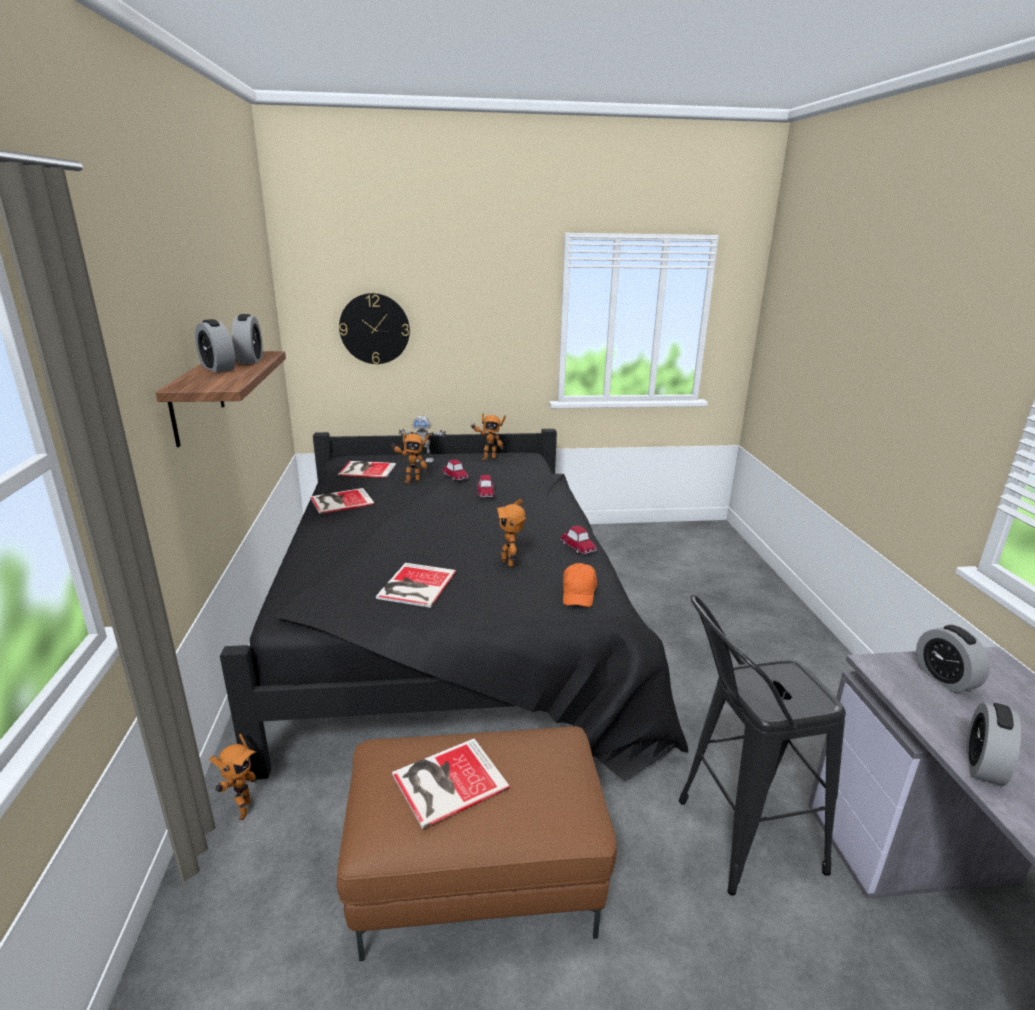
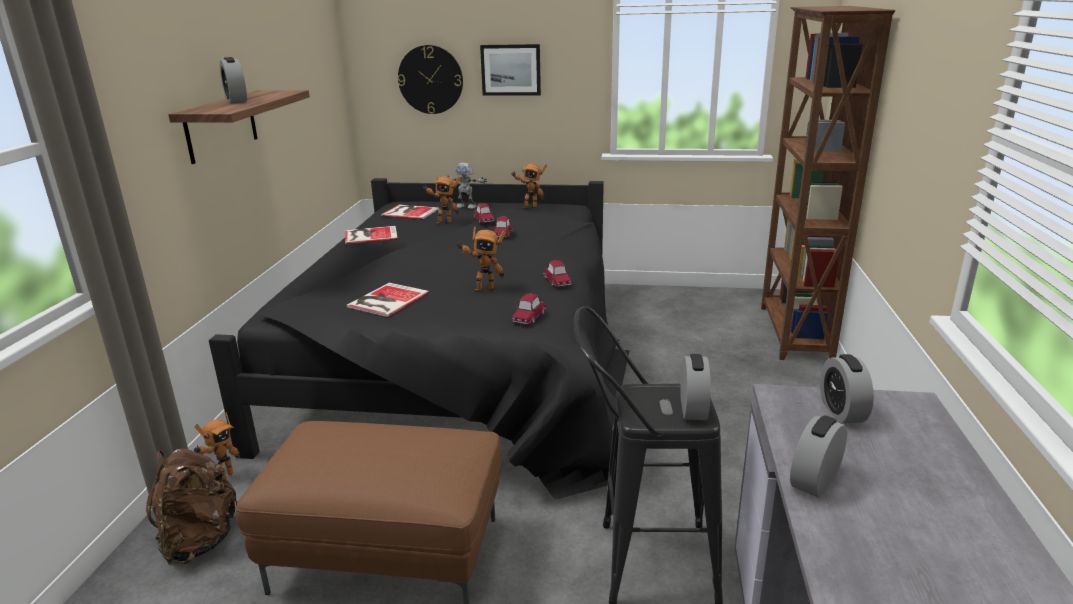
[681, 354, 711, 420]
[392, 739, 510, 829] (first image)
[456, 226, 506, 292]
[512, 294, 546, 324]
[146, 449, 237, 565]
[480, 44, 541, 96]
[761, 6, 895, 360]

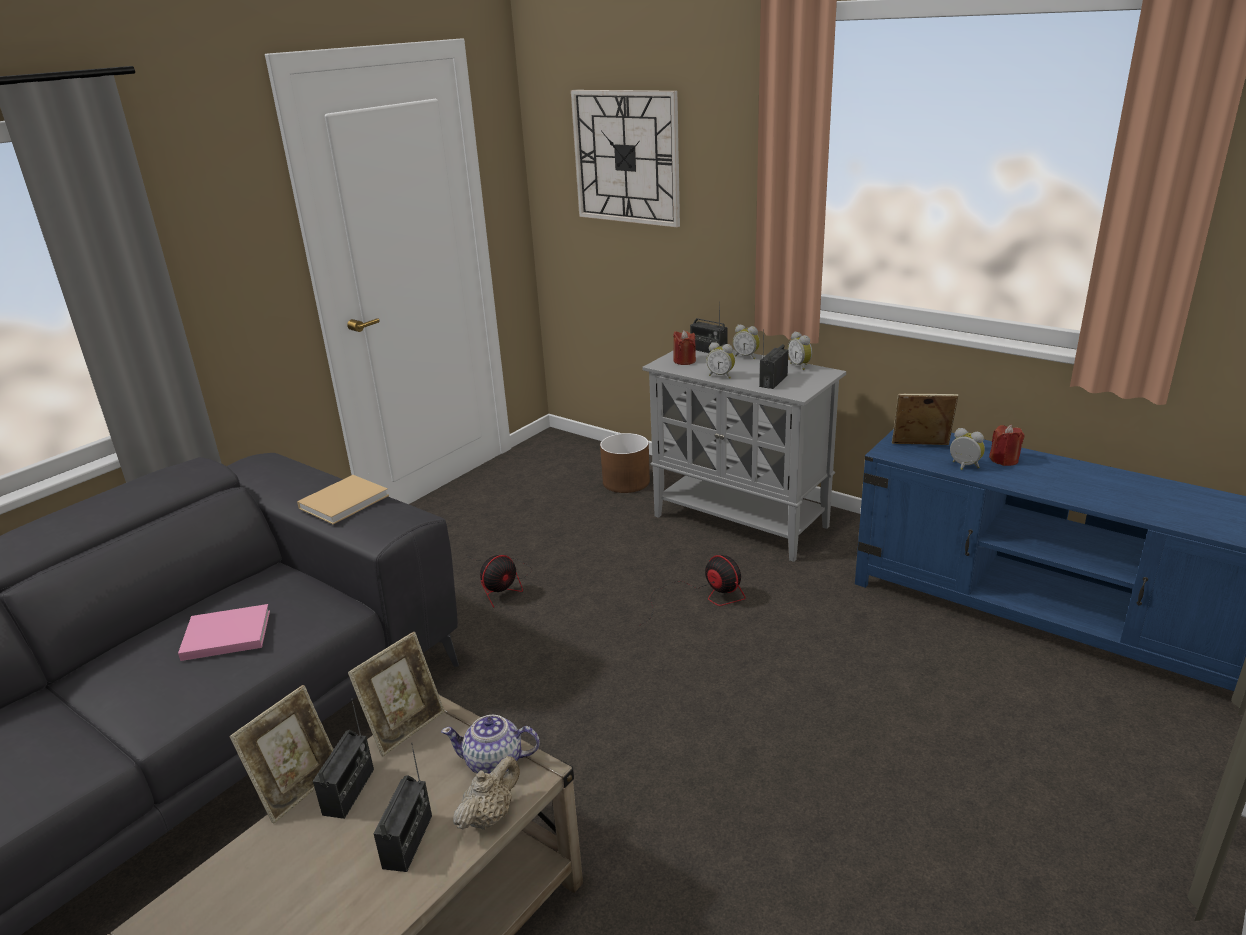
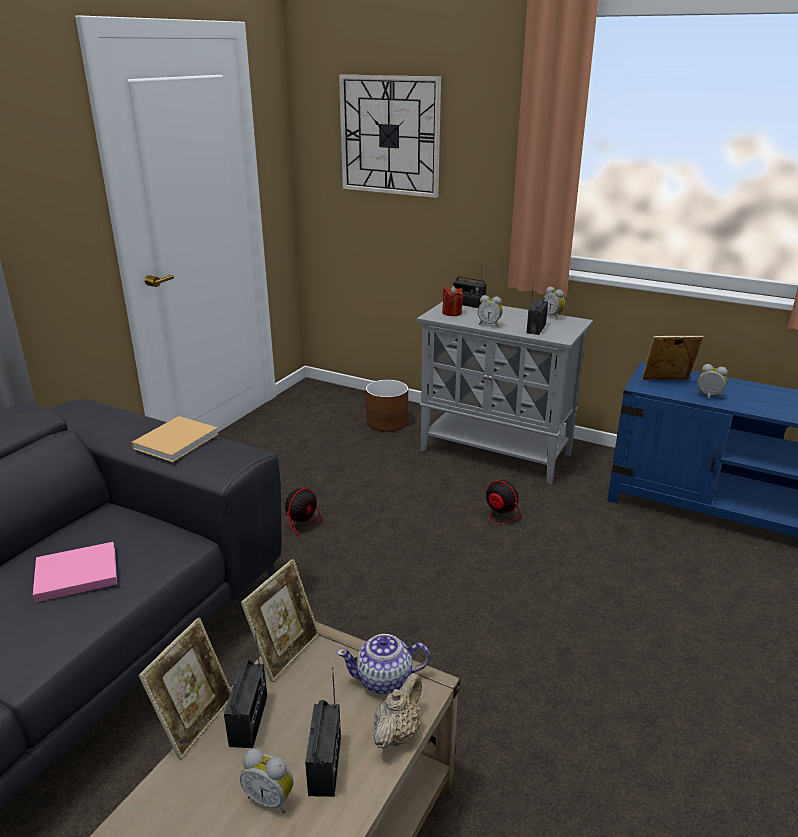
[240, 749, 293, 814]
[989, 425, 1024, 466] (first image)

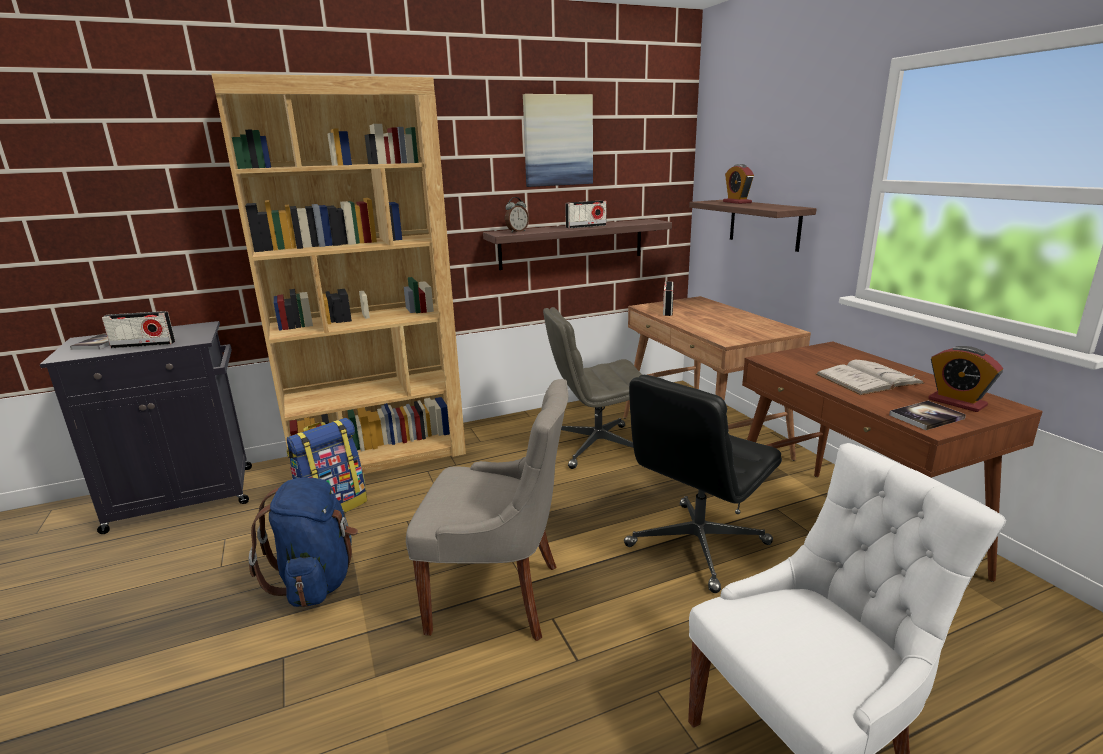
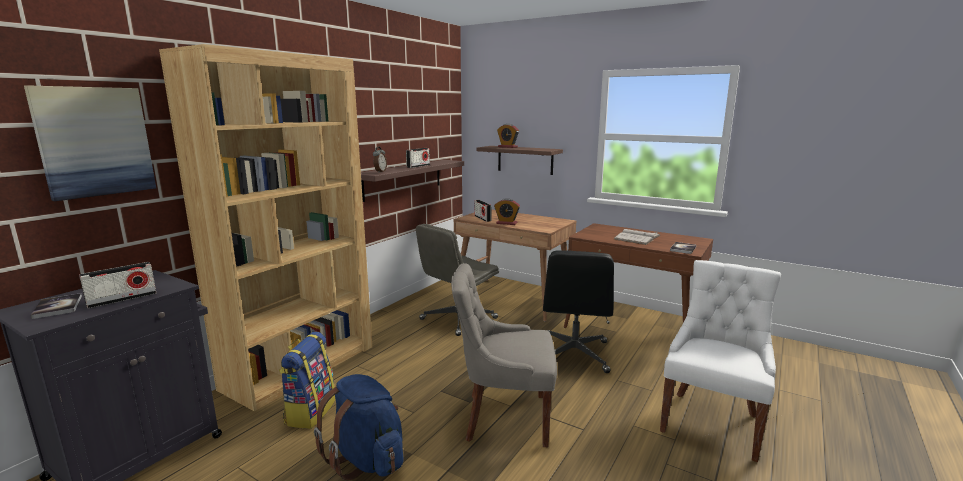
[451, 263, 557, 447]
[24, 85, 156, 201]
[494, 198, 520, 225]

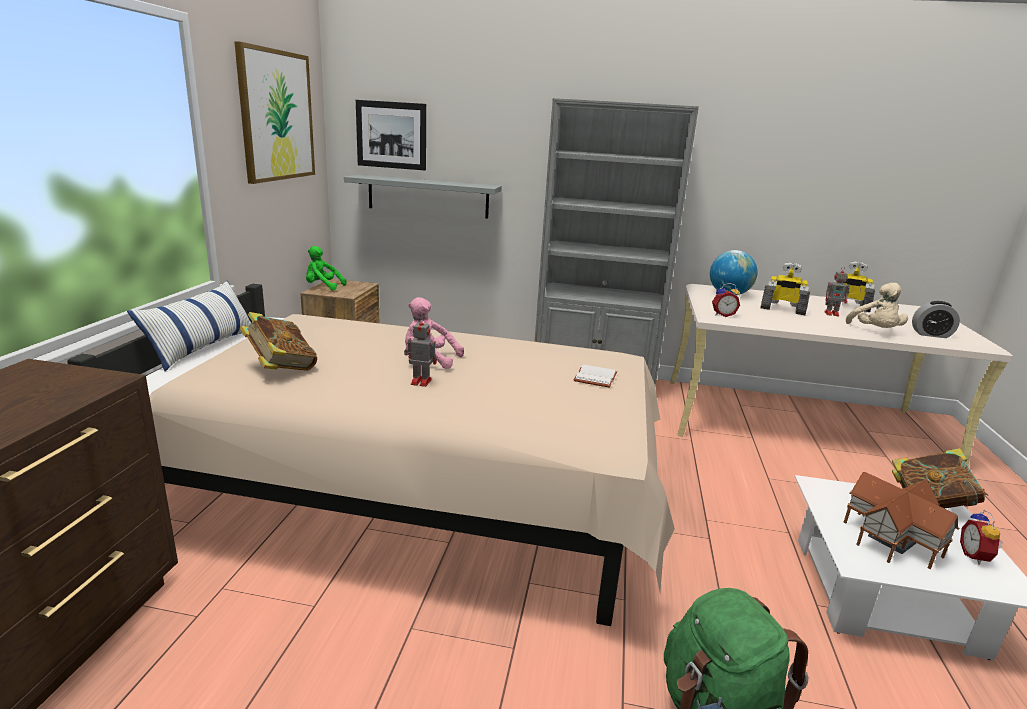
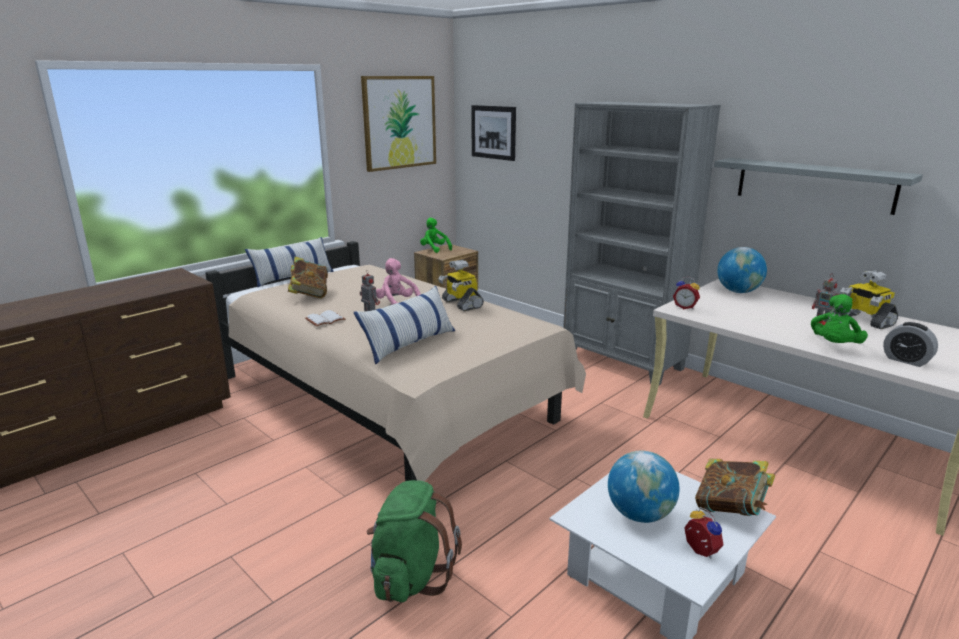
[714, 158, 923, 215]
[305, 310, 345, 326]
[438, 260, 484, 311]
[608, 450, 680, 523]
[811, 294, 868, 344]
[684, 507, 724, 559]
[353, 286, 455, 364]

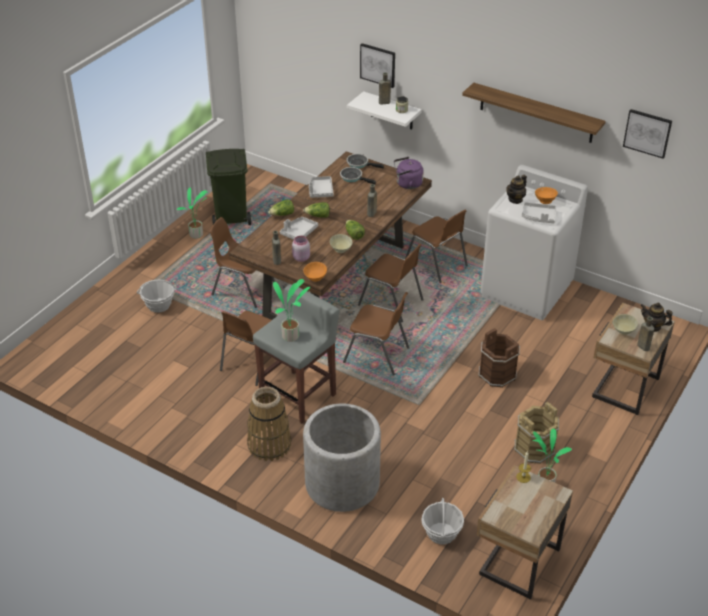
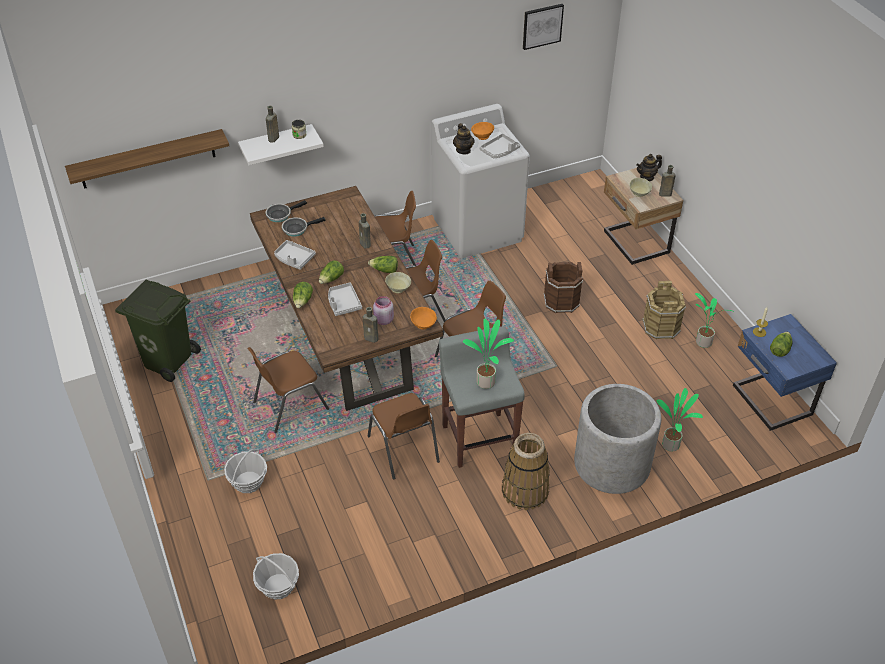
[657, 388, 703, 451]
[360, 43, 395, 88] (first image)
[394, 157, 424, 189] (first image)
[253, 553, 299, 599]
[65, 129, 229, 189]
[733, 314, 837, 431]
[770, 332, 792, 357]

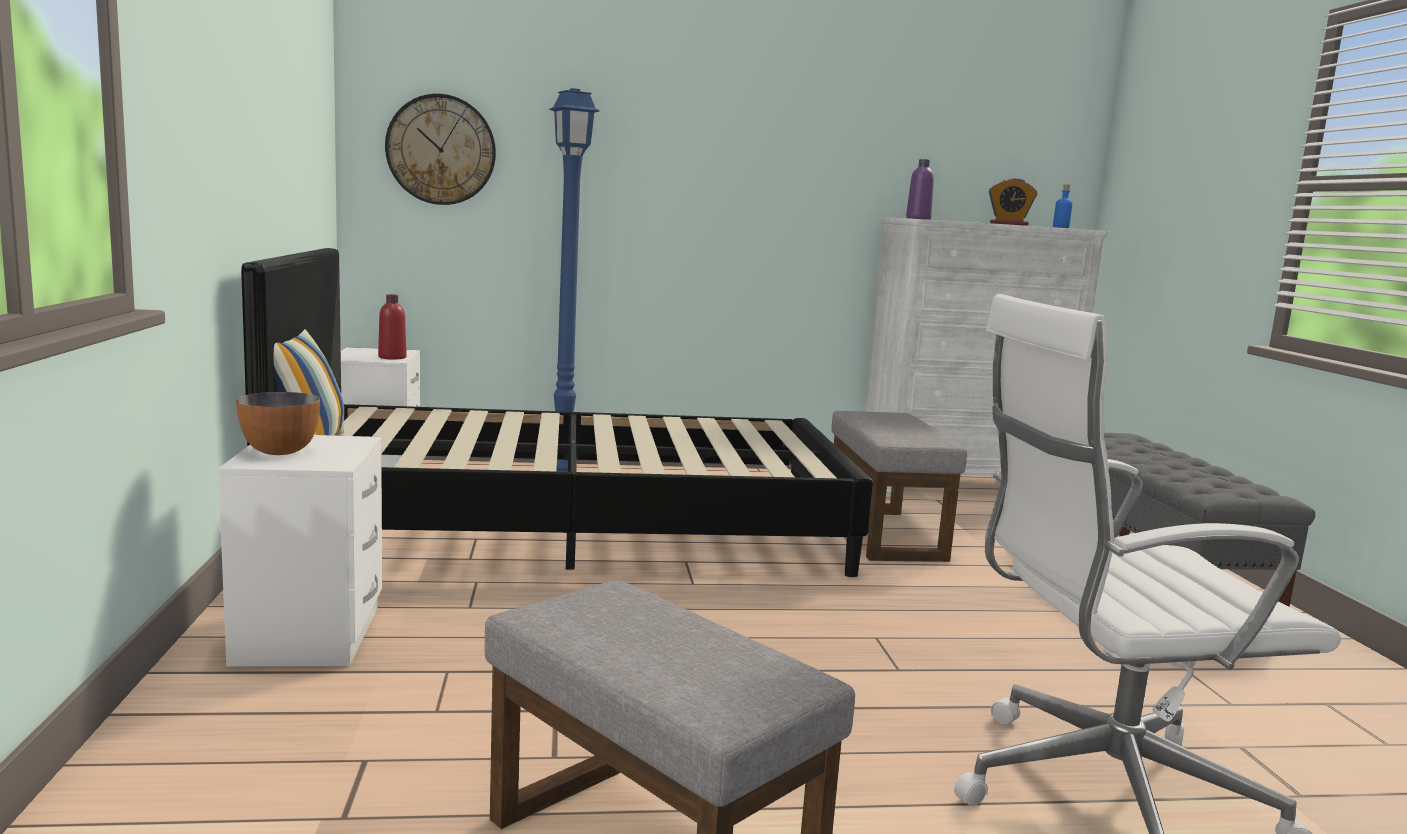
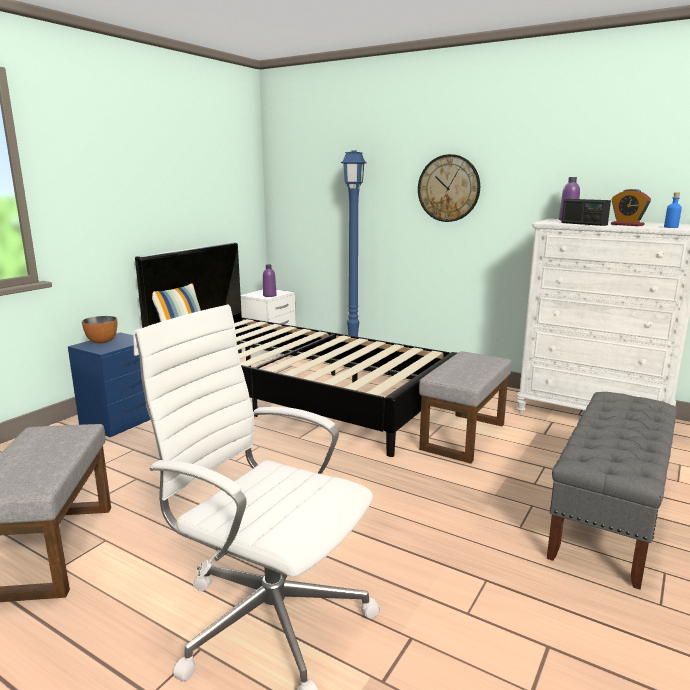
[68, 332, 151, 437]
[263, 264, 277, 297]
[418, 154, 480, 222]
[561, 199, 611, 226]

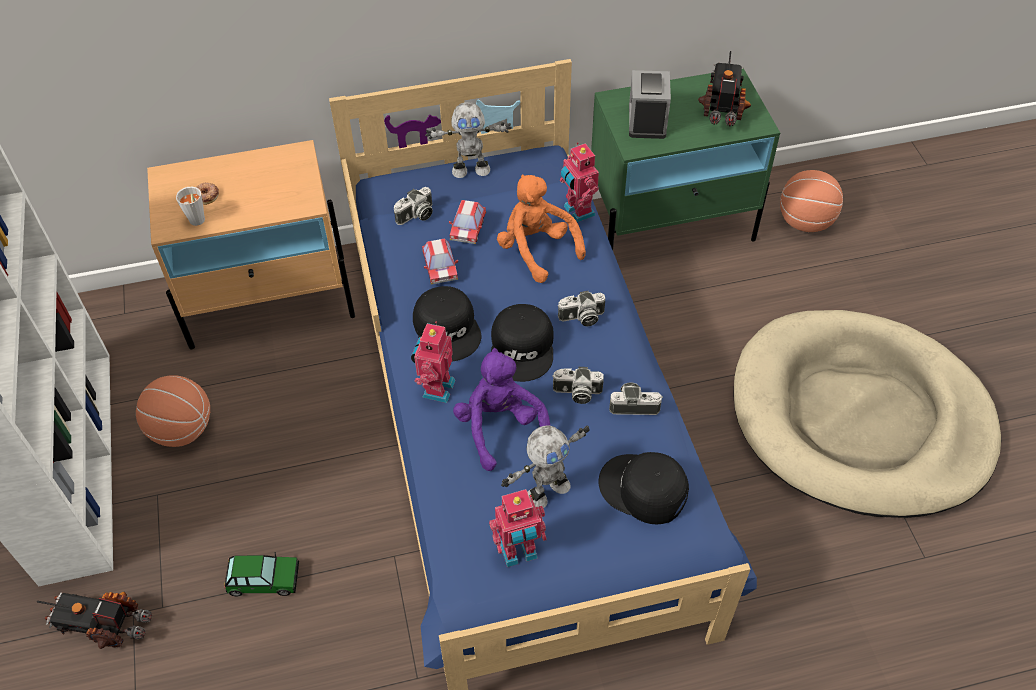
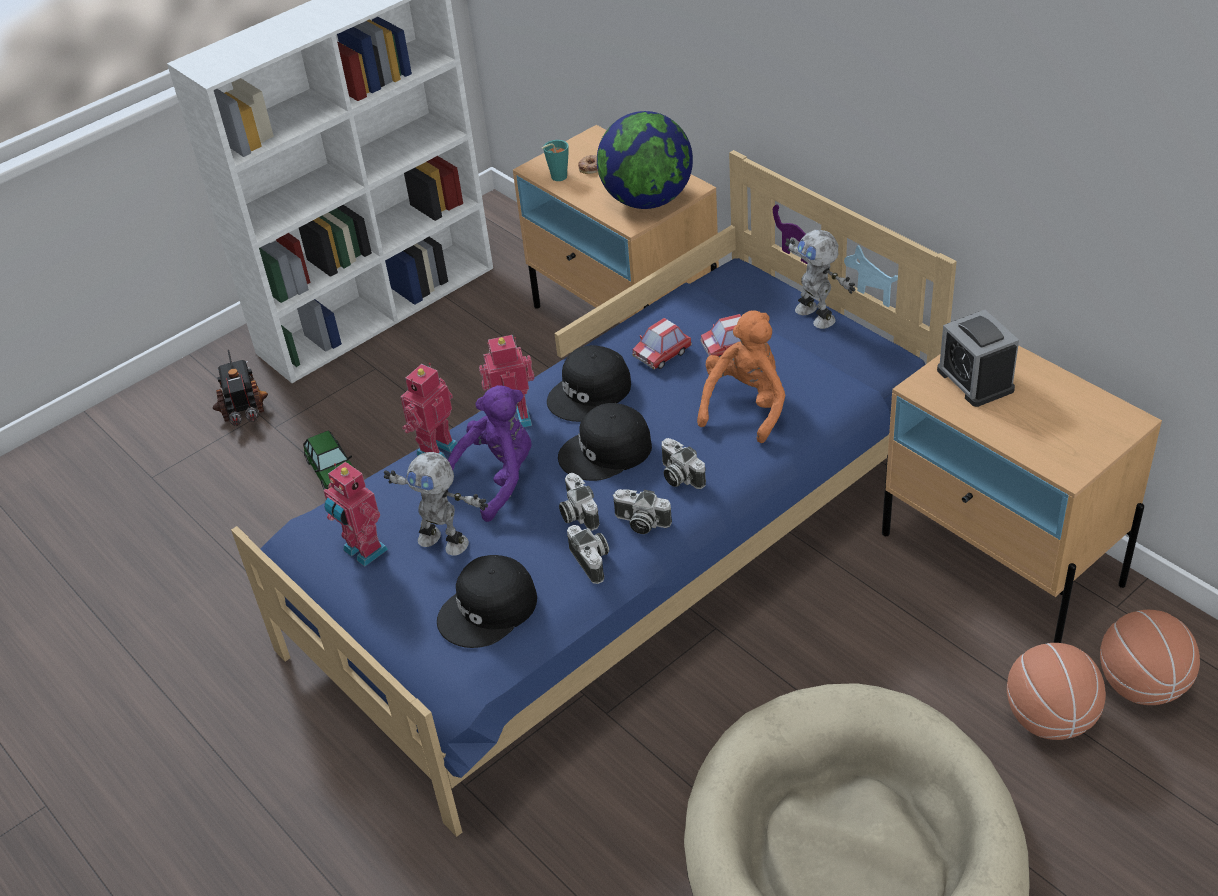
[1007, 643, 1106, 740]
[542, 140, 568, 181]
[612, 489, 672, 534]
[400, 363, 457, 458]
[882, 345, 1162, 643]
[437, 555, 537, 648]
[937, 310, 1019, 407]
[698, 51, 751, 126] (first image)
[597, 111, 693, 209]

